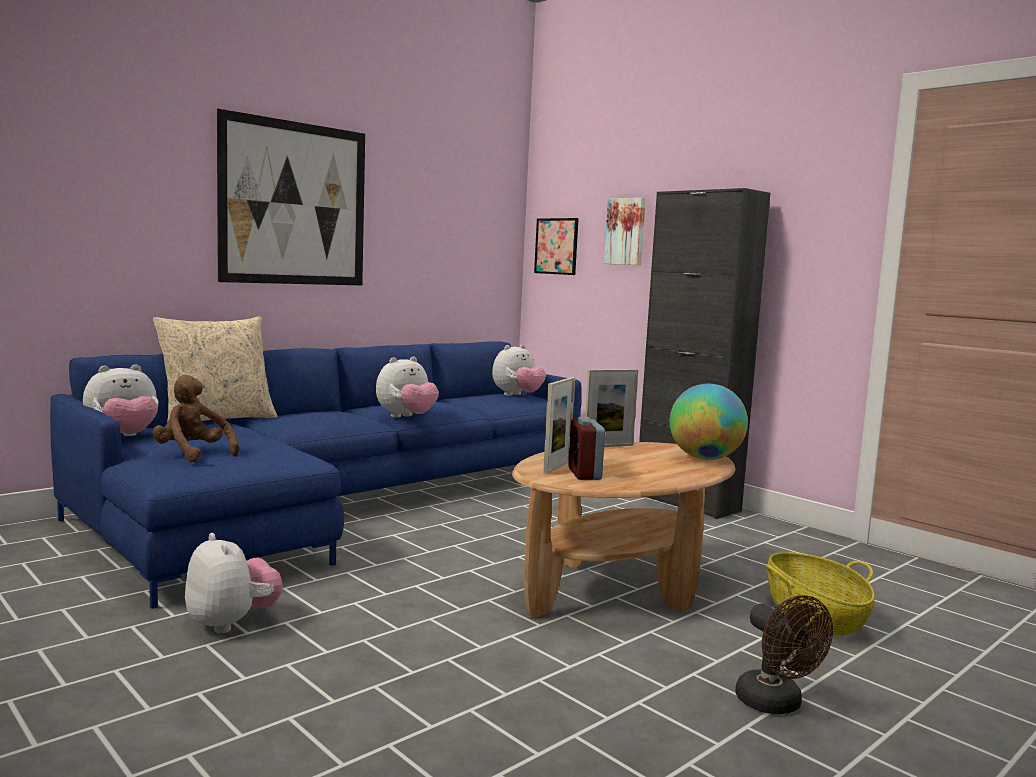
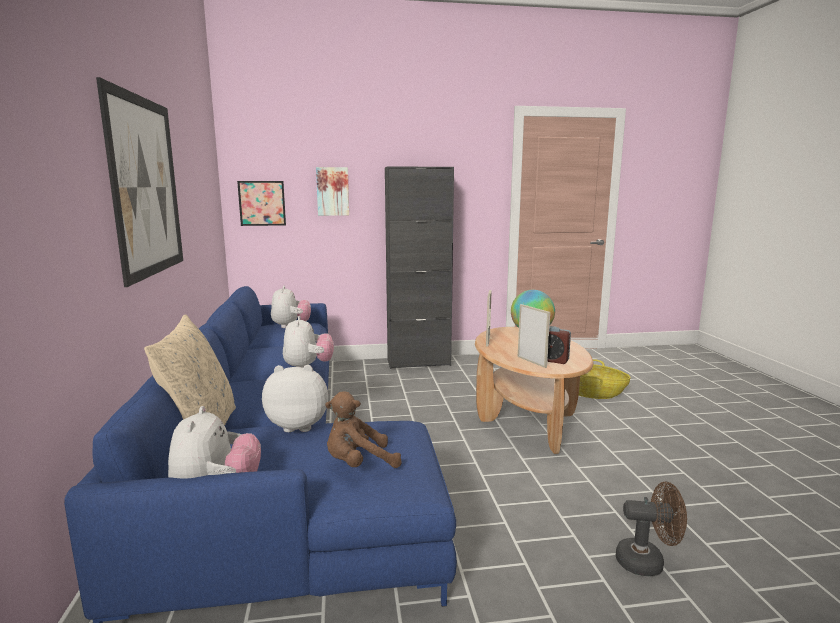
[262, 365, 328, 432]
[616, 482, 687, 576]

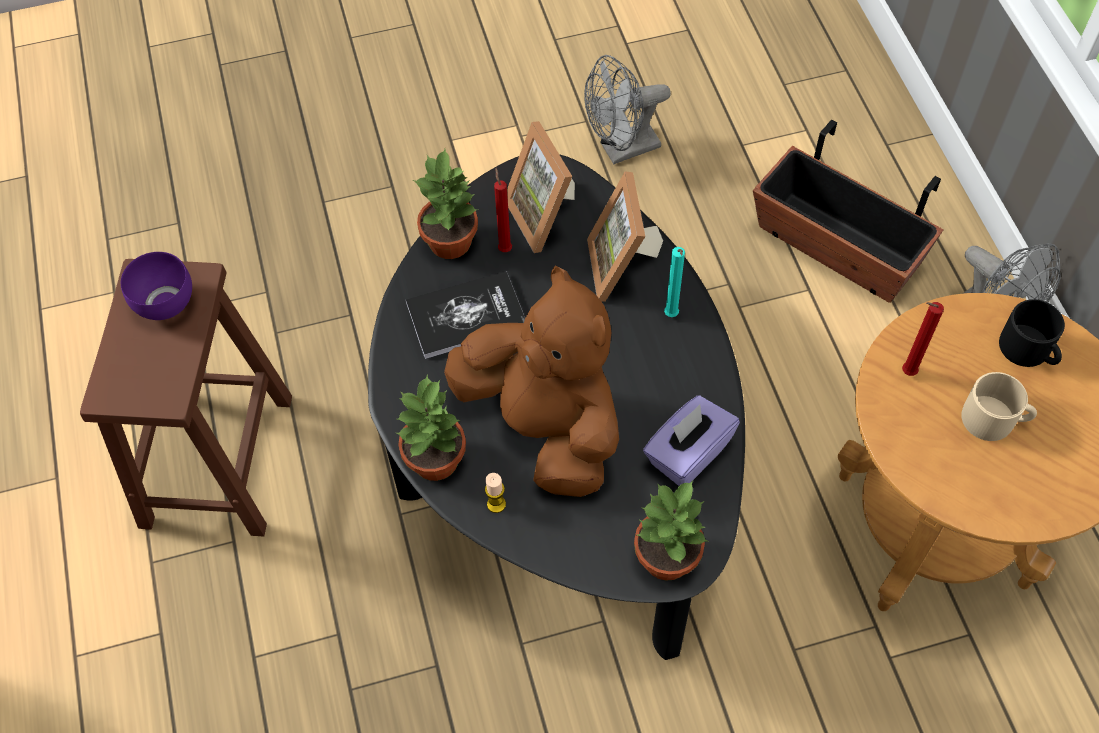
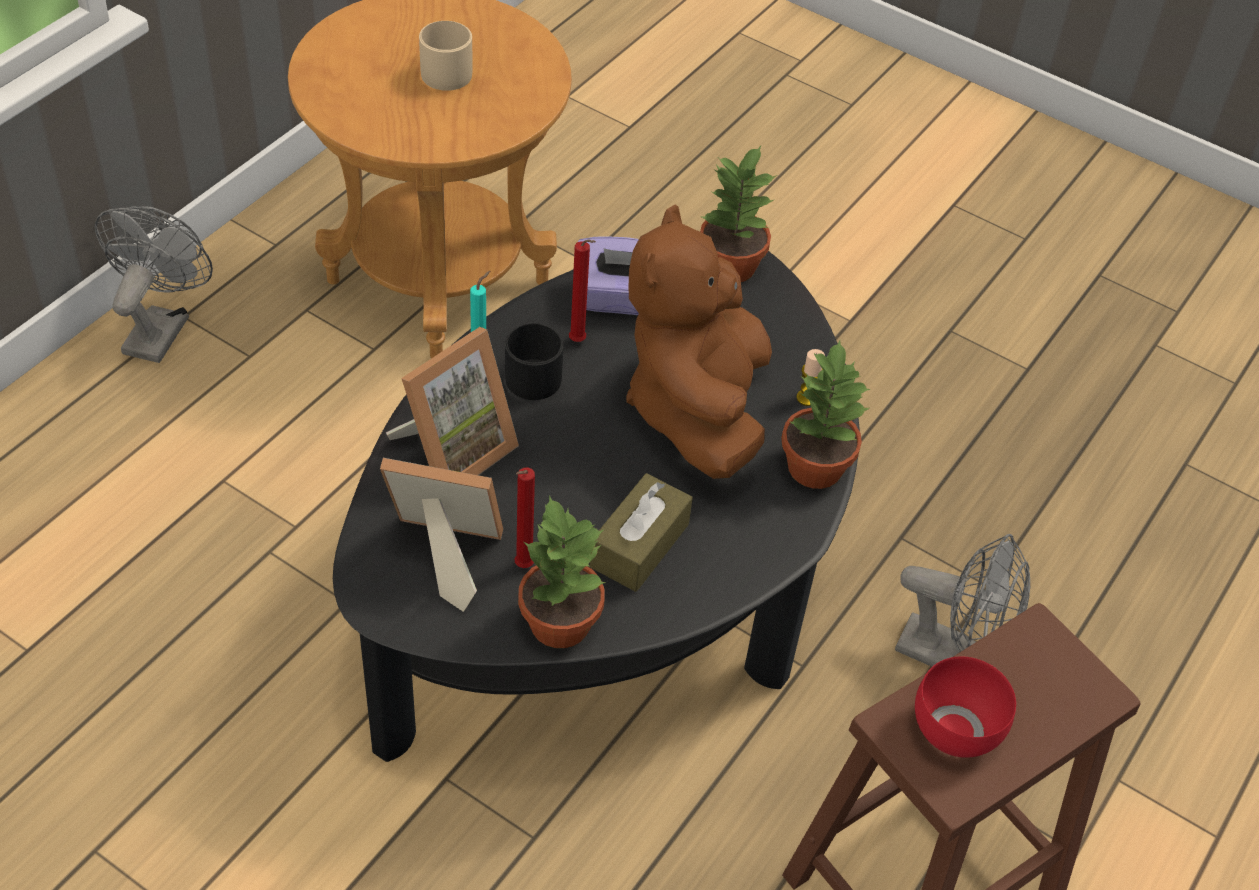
[915, 656, 1016, 758]
[590, 473, 693, 592]
[380, 458, 503, 612]
[895, 534, 1030, 667]
[753, 120, 944, 303] (first image)
[569, 239, 596, 342]
[505, 324, 564, 400]

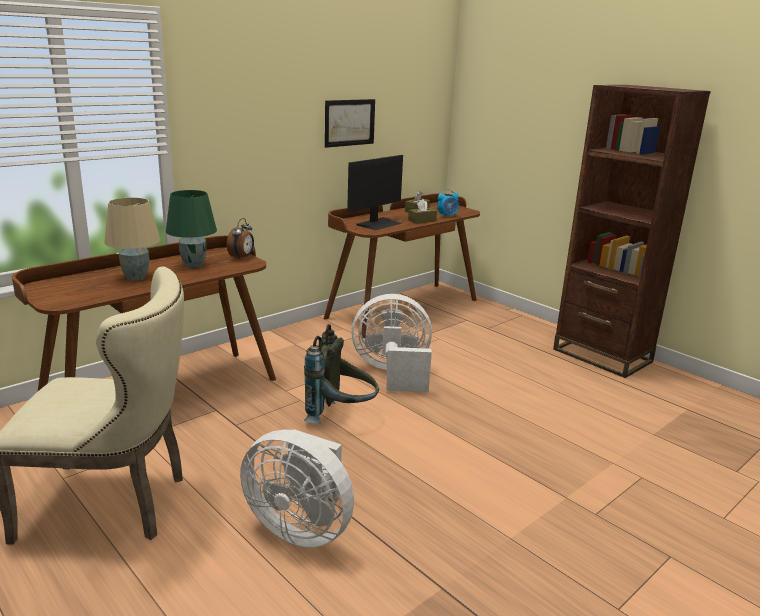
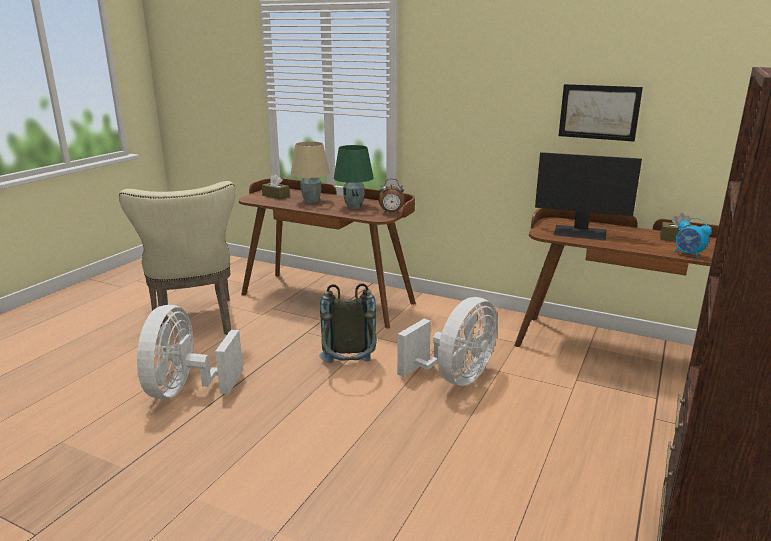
[397, 297, 498, 386]
[262, 174, 290, 200]

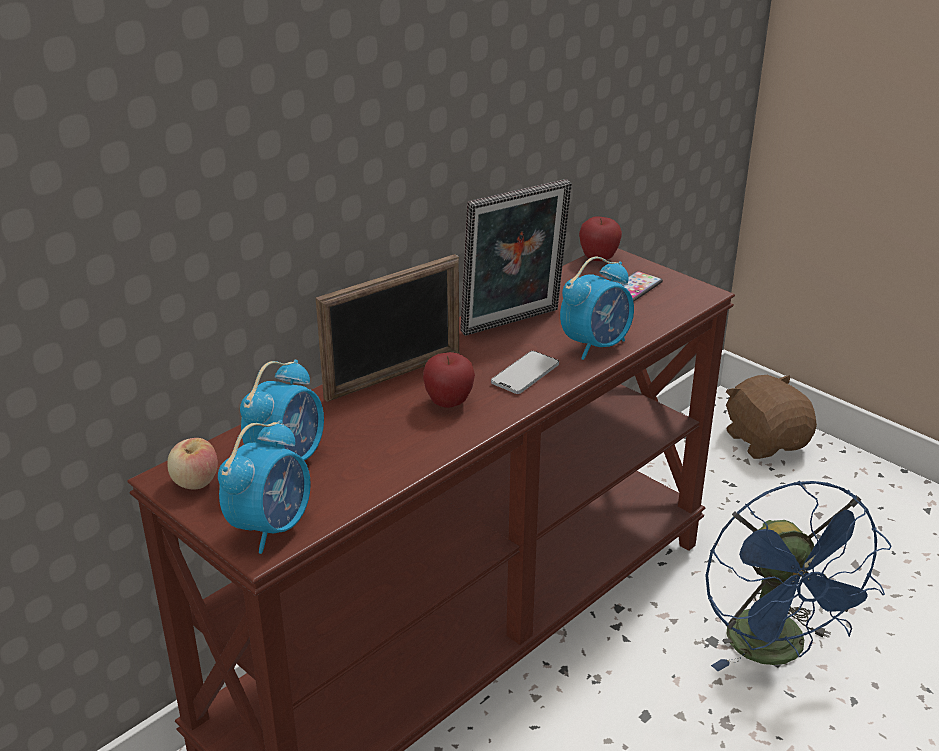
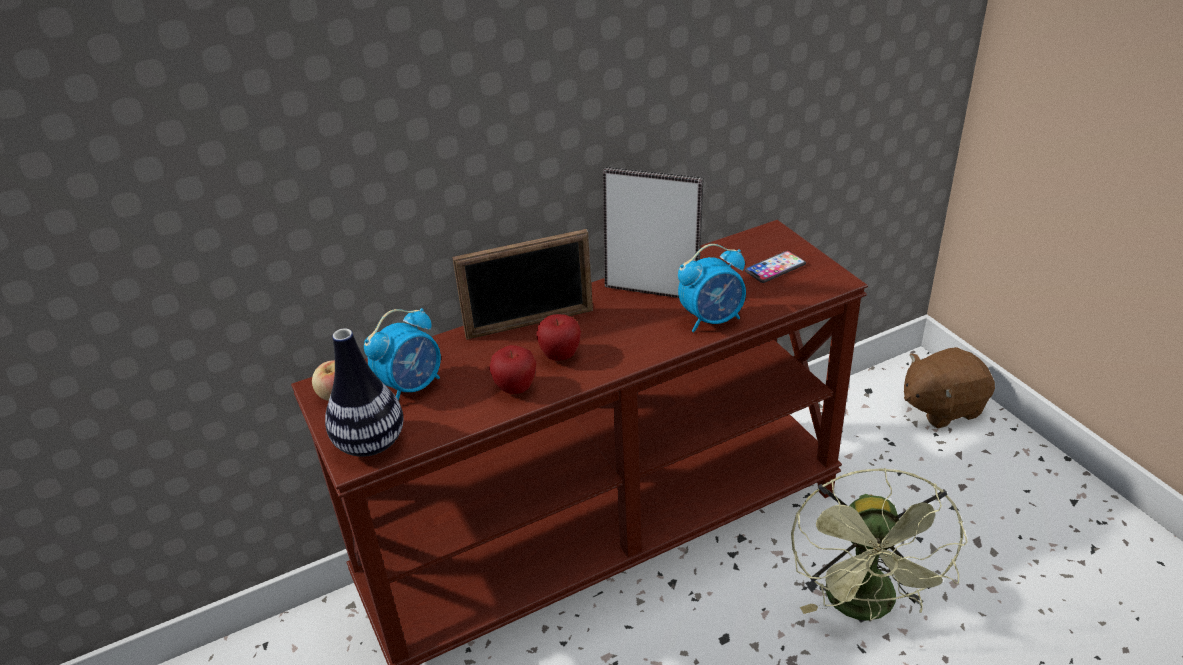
[325, 328, 404, 457]
[603, 167, 703, 298]
[491, 351, 559, 394] (first image)
[489, 345, 536, 394]
[791, 468, 967, 621]
[904, 347, 995, 429]

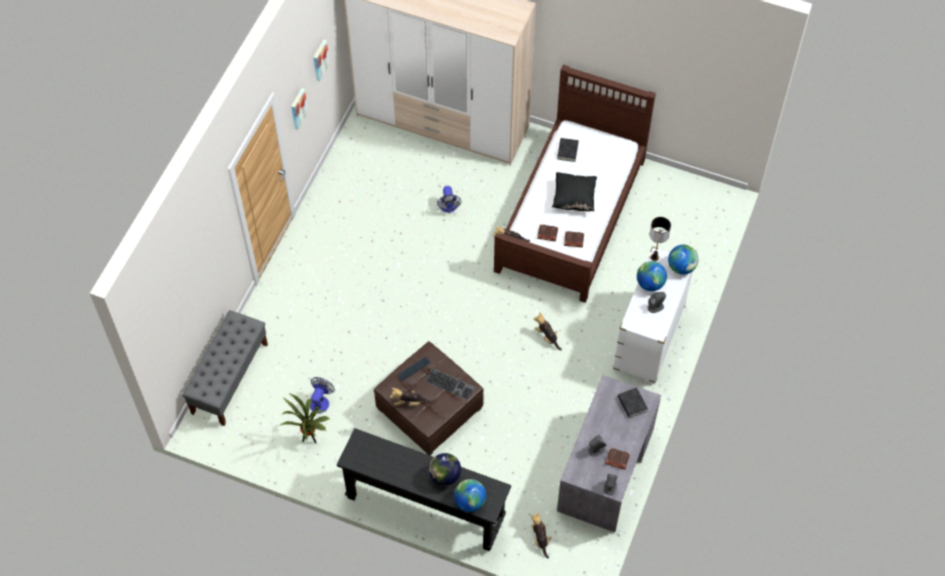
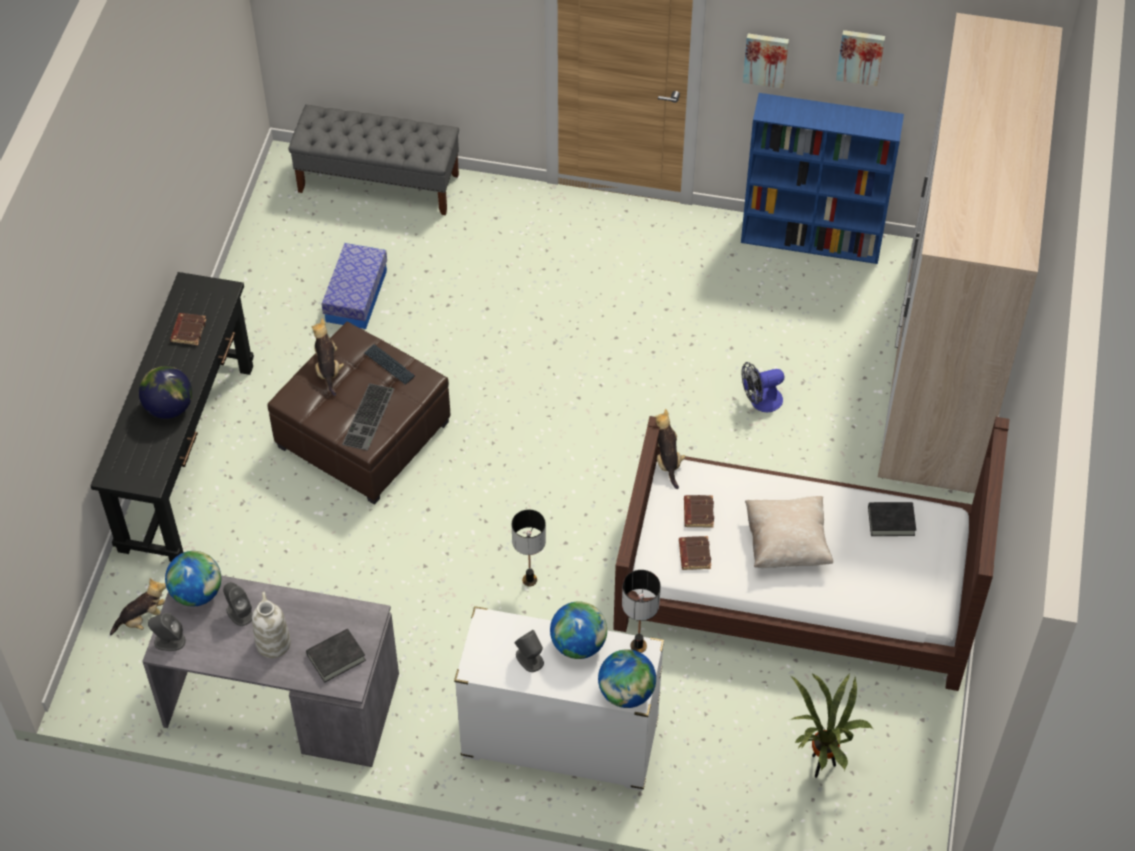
[790, 673, 874, 778]
[322, 243, 387, 329]
[165, 551, 221, 606]
[512, 510, 546, 586]
[745, 496, 833, 568]
[170, 313, 206, 345]
[252, 592, 291, 658]
[741, 93, 904, 264]

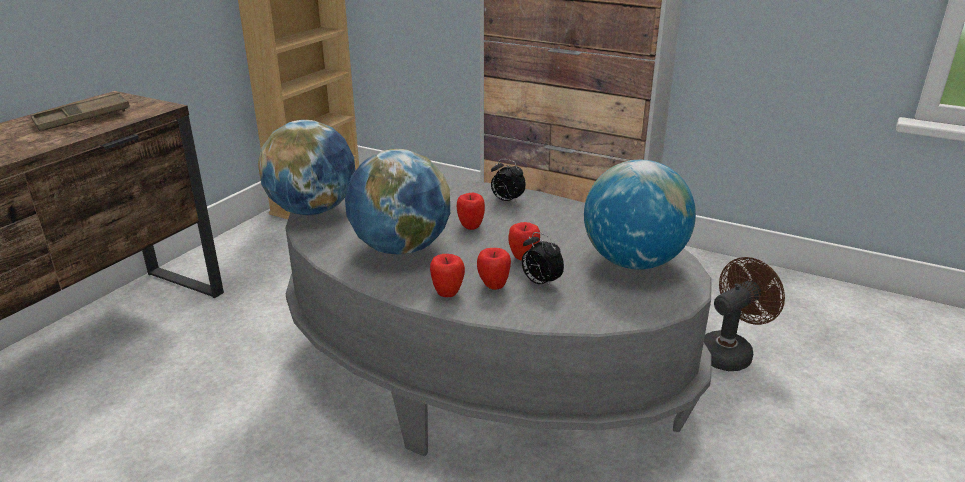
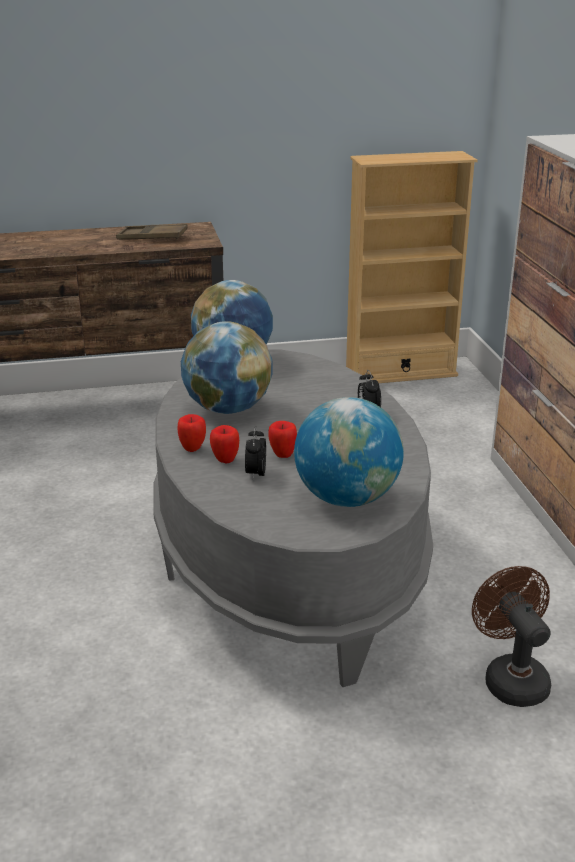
[457, 193, 485, 230] (first image)
[472, 566, 551, 707]

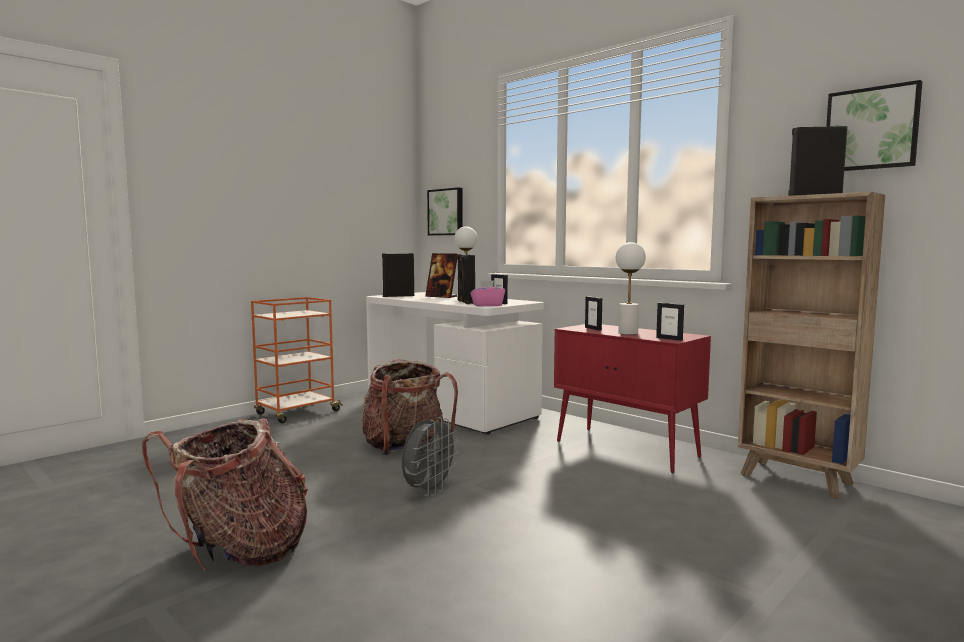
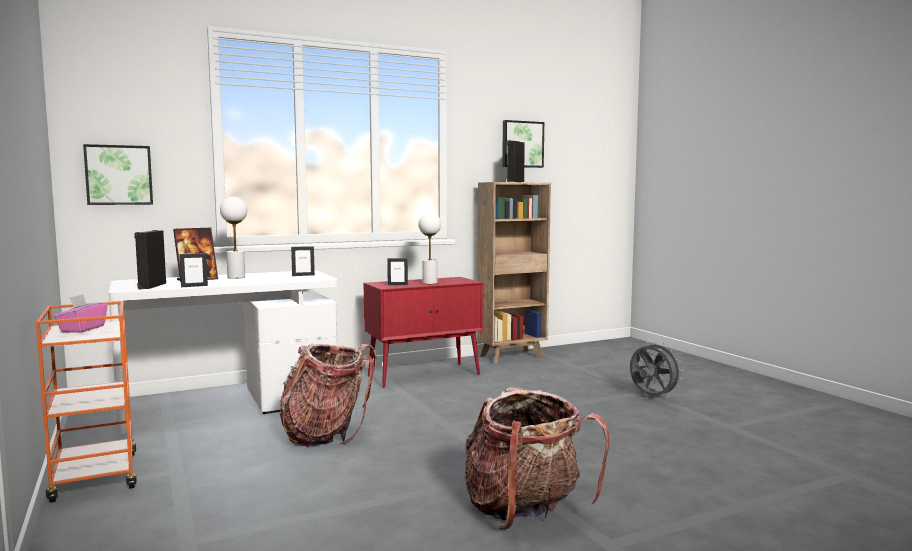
[630, 341, 684, 398]
[457, 254, 475, 304] (first image)
[54, 294, 108, 333]
[179, 253, 208, 287]

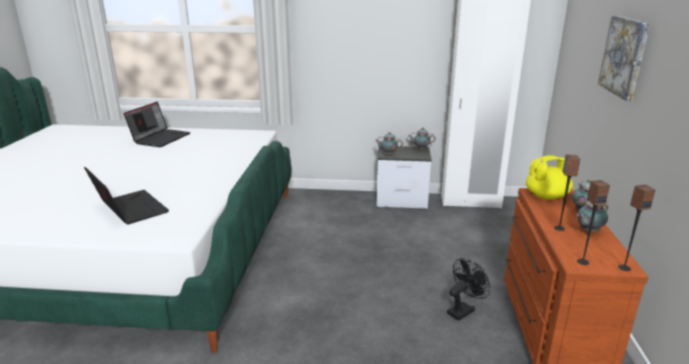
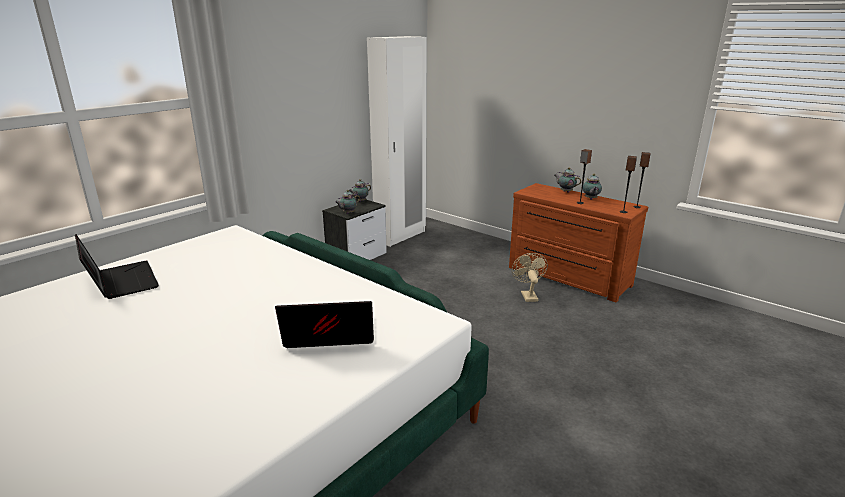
[512, 253, 548, 302]
[526, 155, 573, 200] (first image)
[598, 16, 650, 101] (first image)

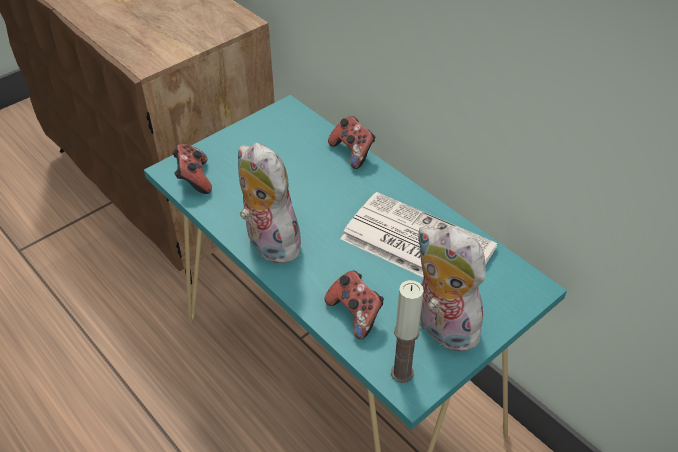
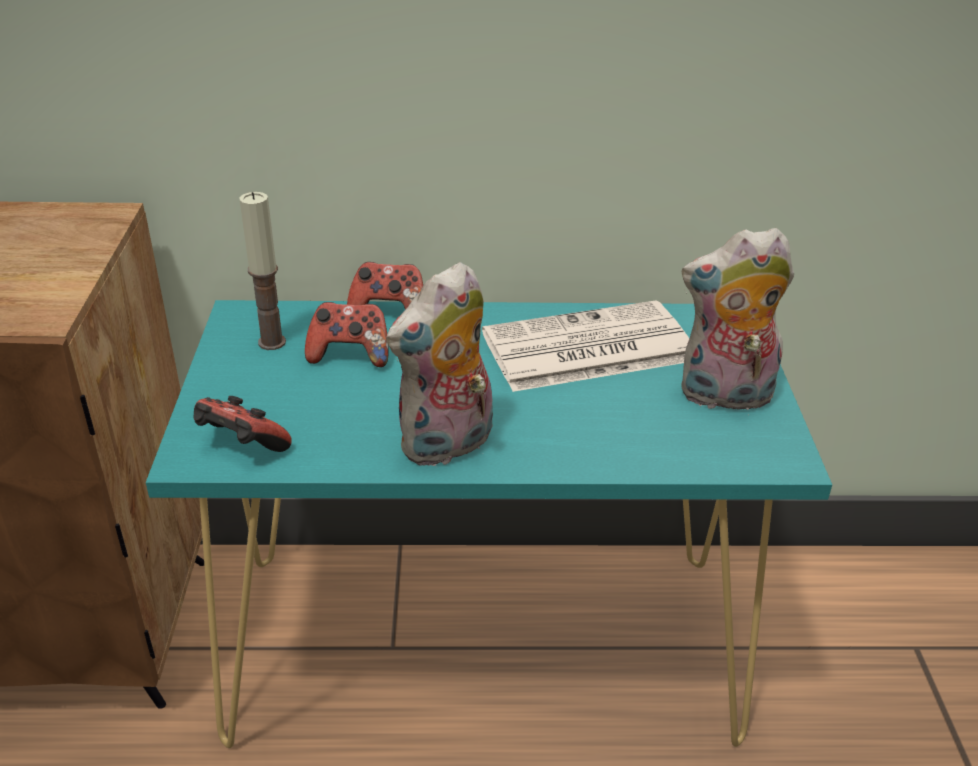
[386, 262, 493, 468]
[305, 302, 389, 367]
[240, 192, 286, 350]

